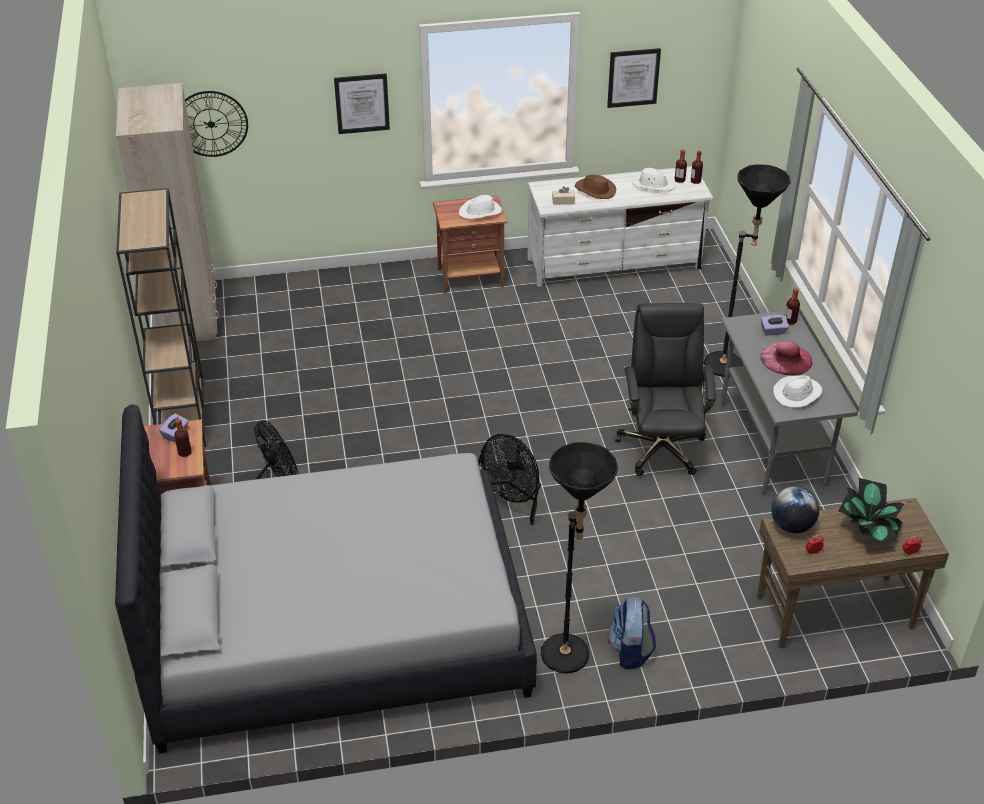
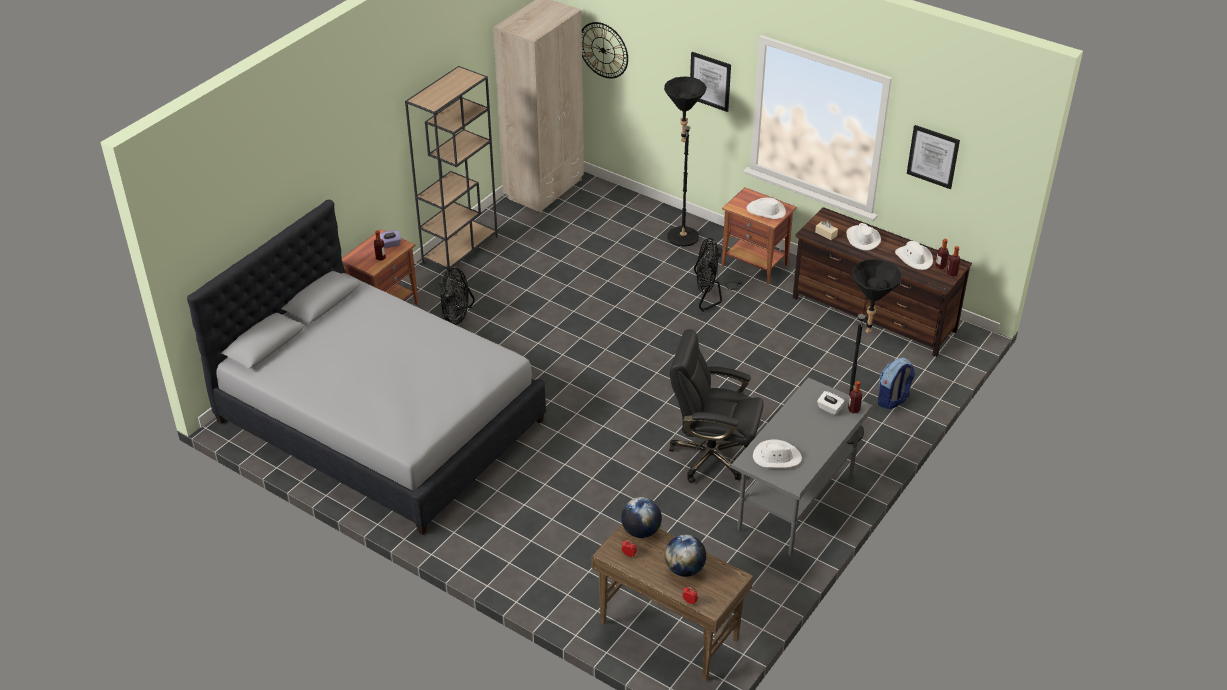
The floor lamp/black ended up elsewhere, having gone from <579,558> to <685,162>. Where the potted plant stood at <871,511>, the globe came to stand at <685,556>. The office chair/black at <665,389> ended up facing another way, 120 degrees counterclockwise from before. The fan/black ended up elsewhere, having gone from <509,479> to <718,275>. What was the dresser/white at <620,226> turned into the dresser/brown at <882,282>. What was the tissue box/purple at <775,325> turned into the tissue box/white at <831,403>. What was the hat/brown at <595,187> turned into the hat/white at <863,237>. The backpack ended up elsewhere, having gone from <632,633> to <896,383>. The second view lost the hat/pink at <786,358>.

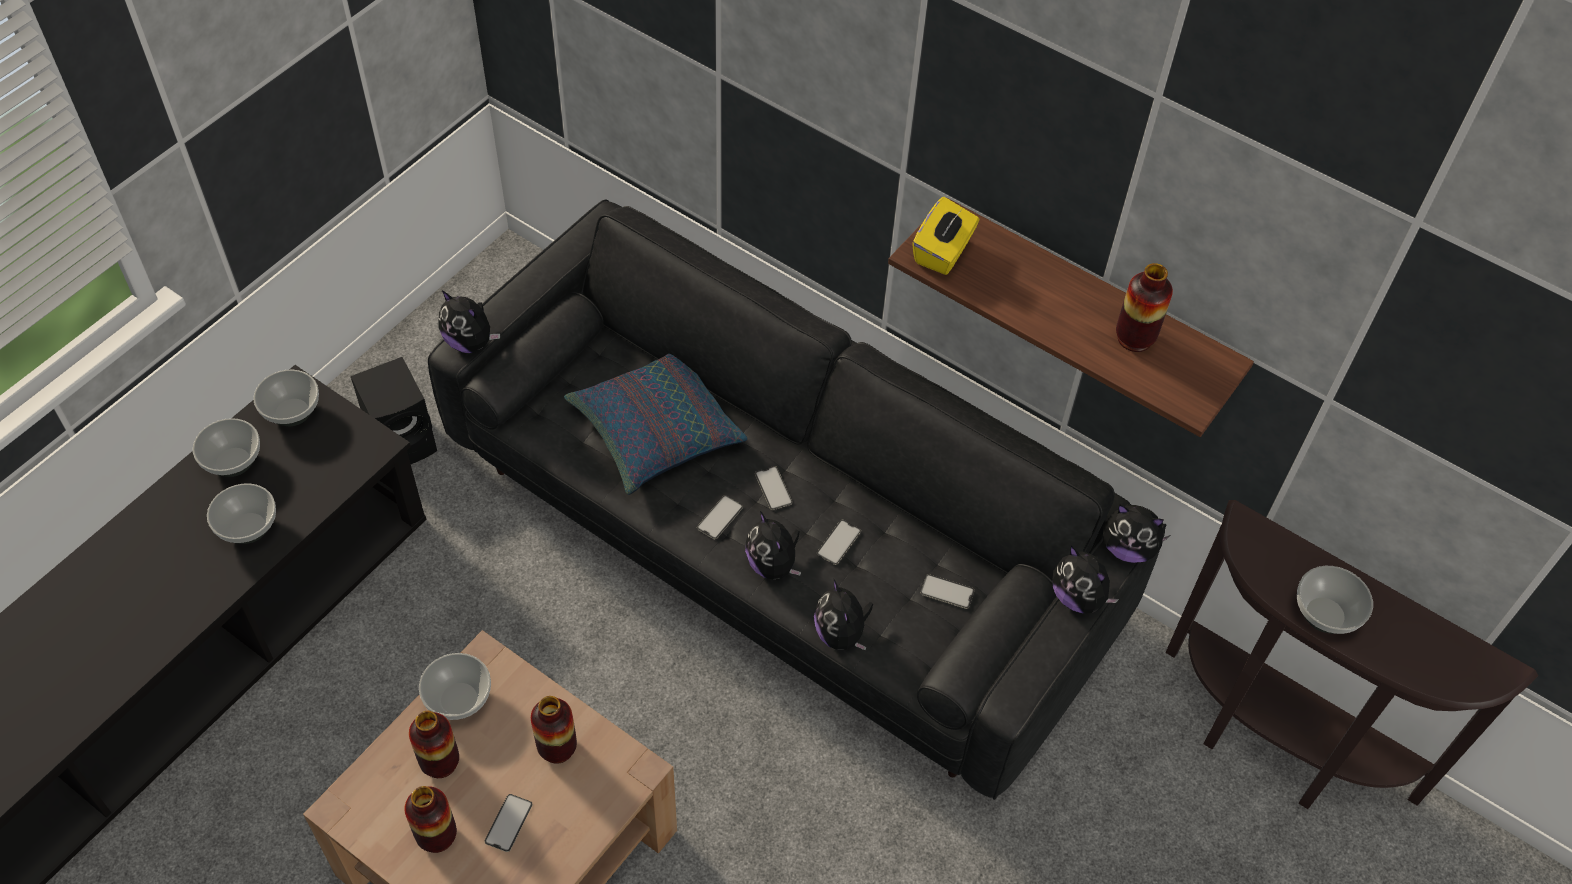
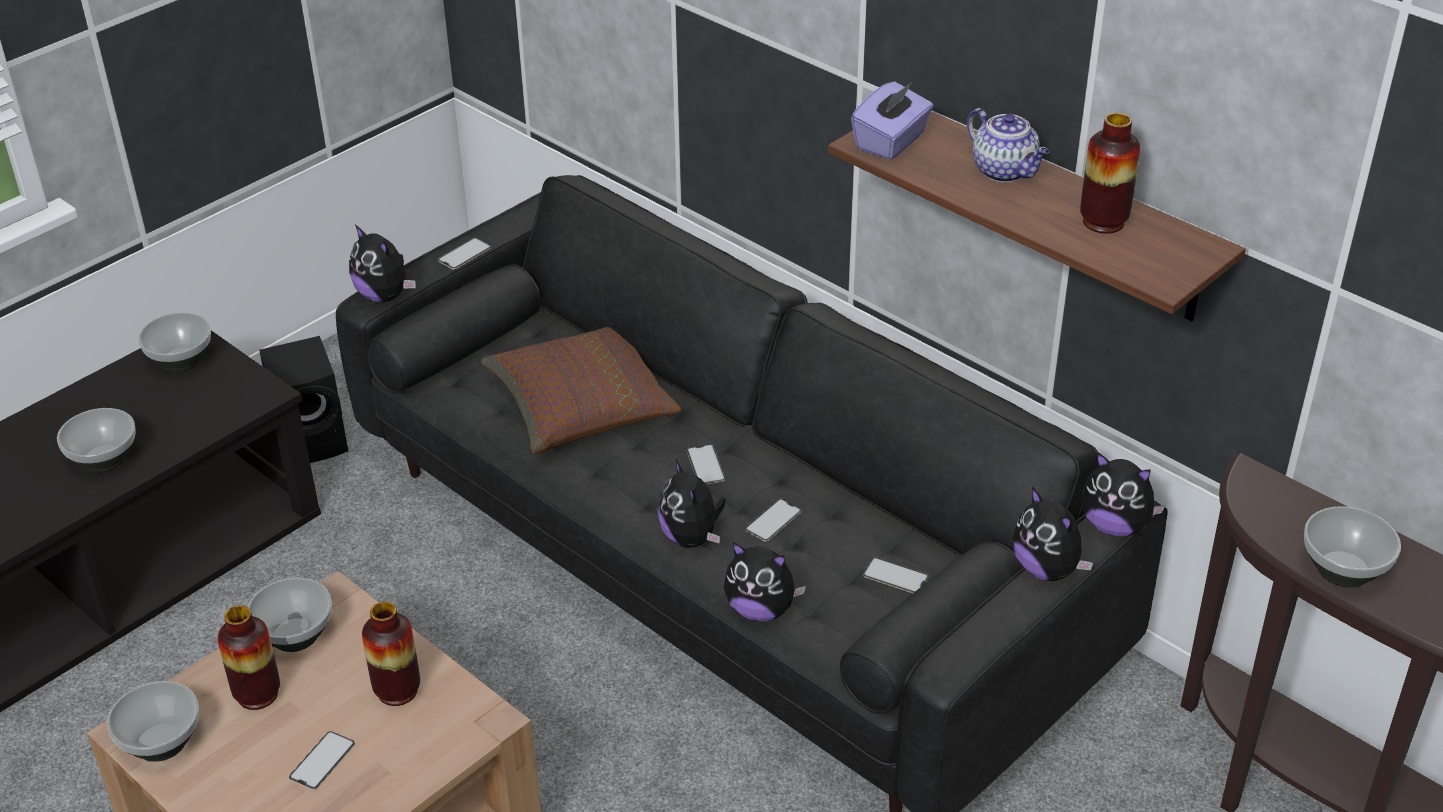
The bowl ended up elsewhere, having gone from <226,447> to <153,721>. The phone ended up elsewhere, having gone from <720,517> to <464,254>. What was the pillow/blue at <655,424> turned into the pillow/brown at <581,390>. The plush toy at <843,614> ended up facing another way, 60 degrees counterclockwise from before. What was the tissue box/yellow at <945,236> turned into the tissue box/purple at <892,120>. The second view gained the teapot at <1008,145>. The second view lost the vase at <431,819>.

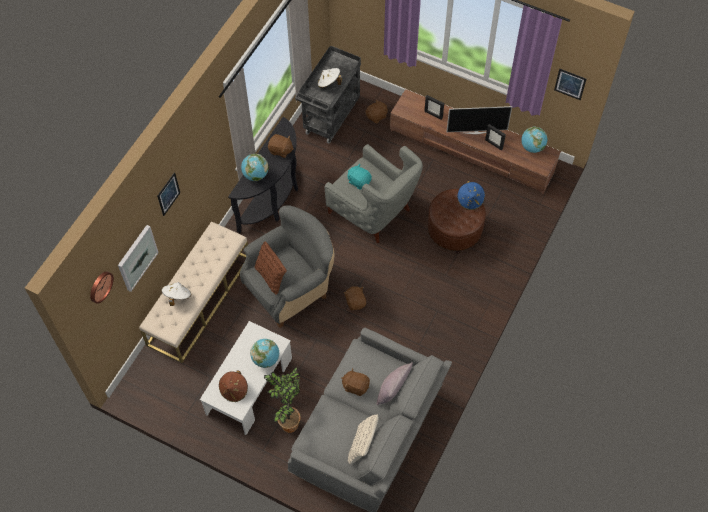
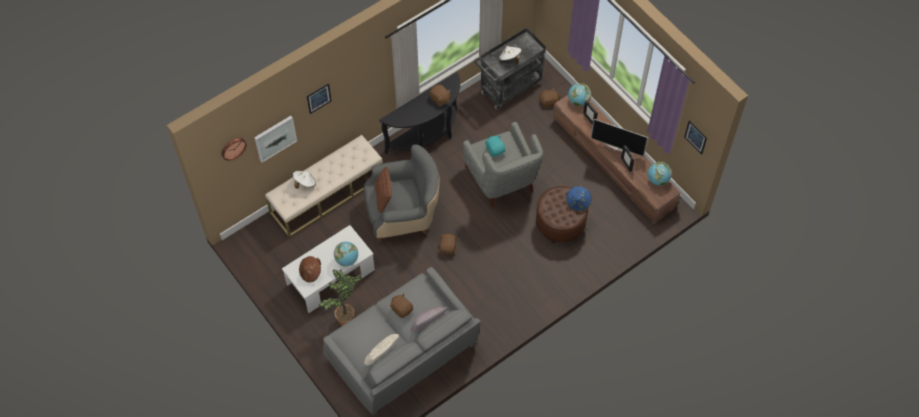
The globe ended up elsewhere, having gone from <255,167> to <579,94>.

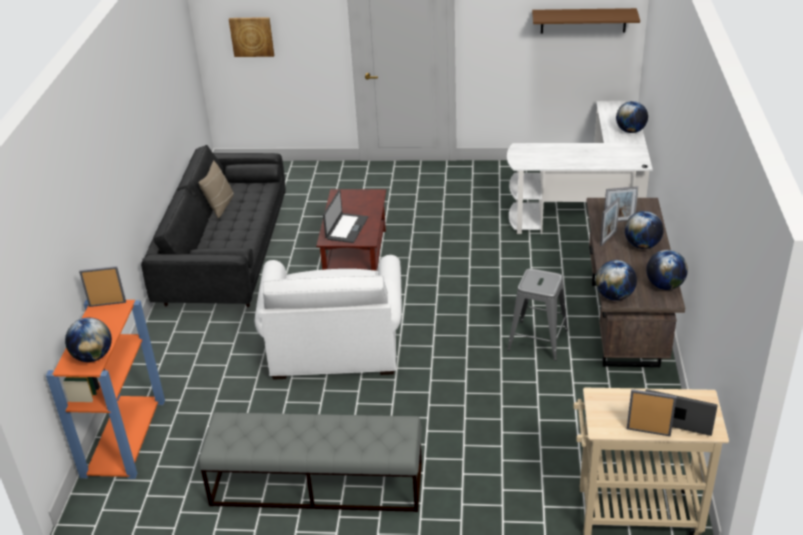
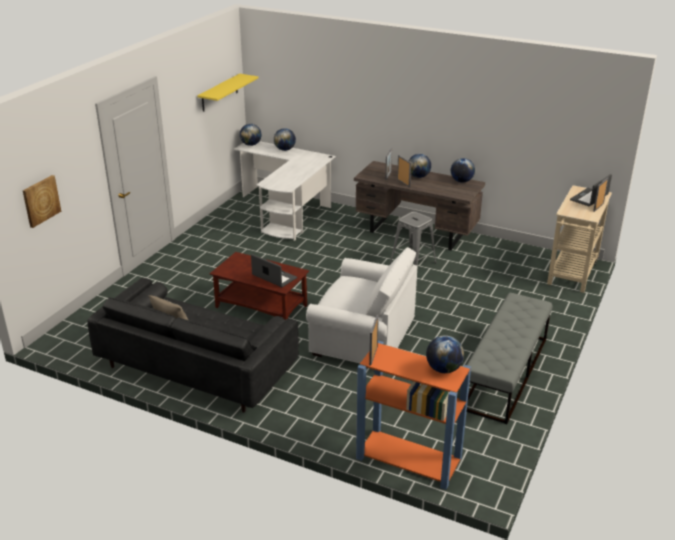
What was the shelf/brown at <586,20> turned into the shelf/yellow at <227,93>. The globe ended up elsewhere, having gone from <616,280> to <250,135>.

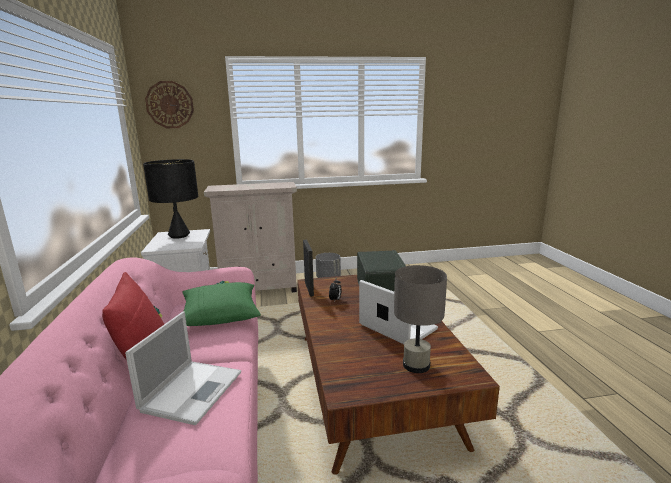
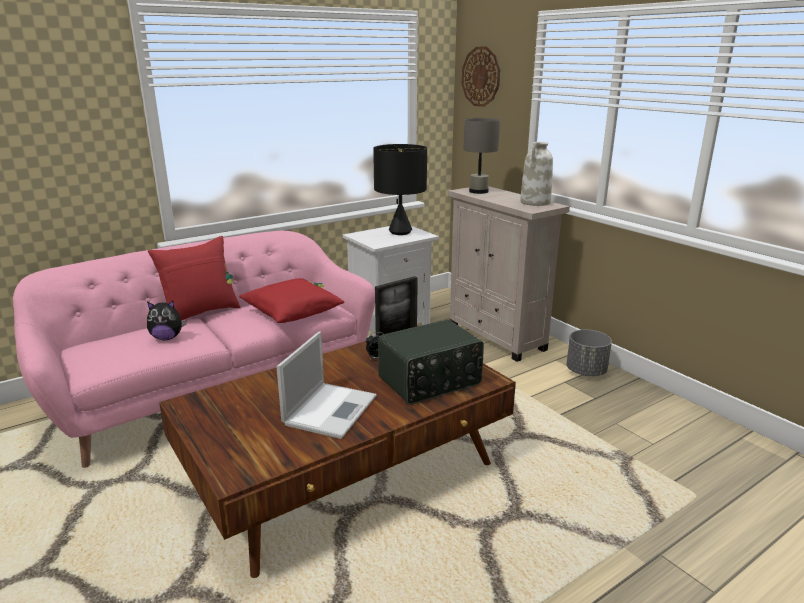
Where the laptop stood at <183,368>, the plush toy came to stand at <166,320>. What was the pillow/green at <222,303> turned into the pillow/red at <291,300>. The table lamp/grey ended up elsewhere, having gone from <420,319> to <482,156>. The second view gained the vase/white at <536,174>.

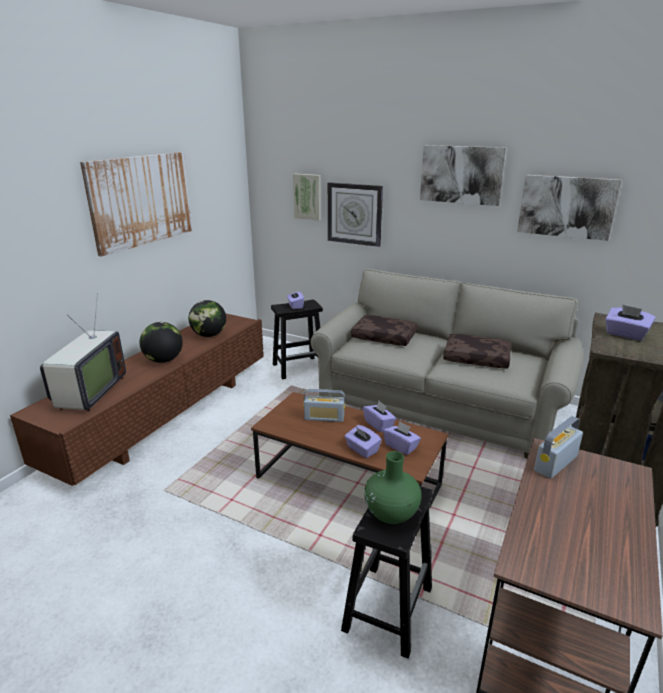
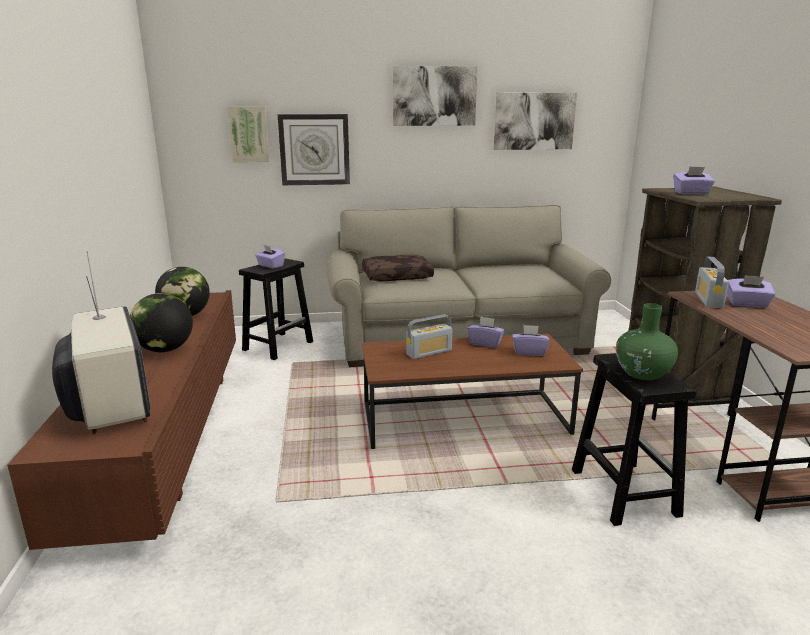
The tissue box/purple ended up elsewhere, having gone from <363,441> to <751,291>. The second view lost the picture at <136,204>. The second view lost the pillow/brown at <477,351>.

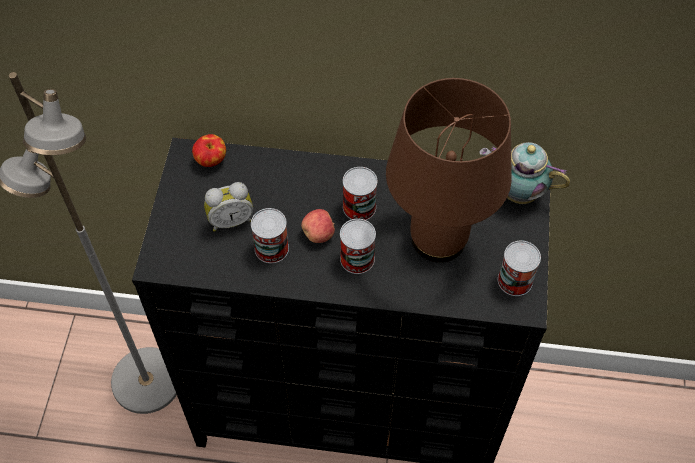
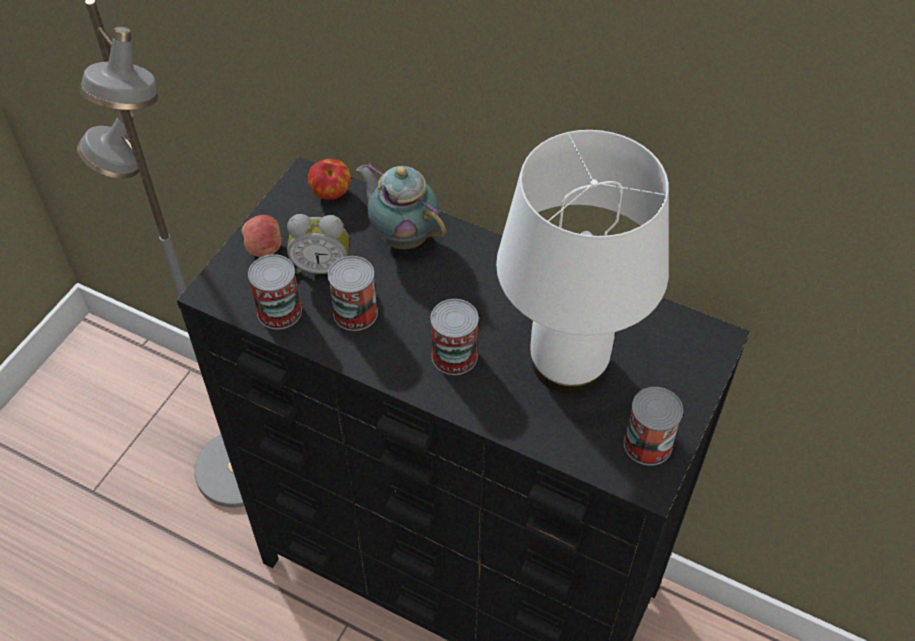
The apple ended up elsewhere, having gone from <318,226> to <262,236>. The can ended up elsewhere, having gone from <360,193> to <275,291>. The teapot ended up elsewhere, having gone from <524,173> to <401,206>. What was the table lamp/brown at <449,170> turned into the table lamp/white at <582,261>.

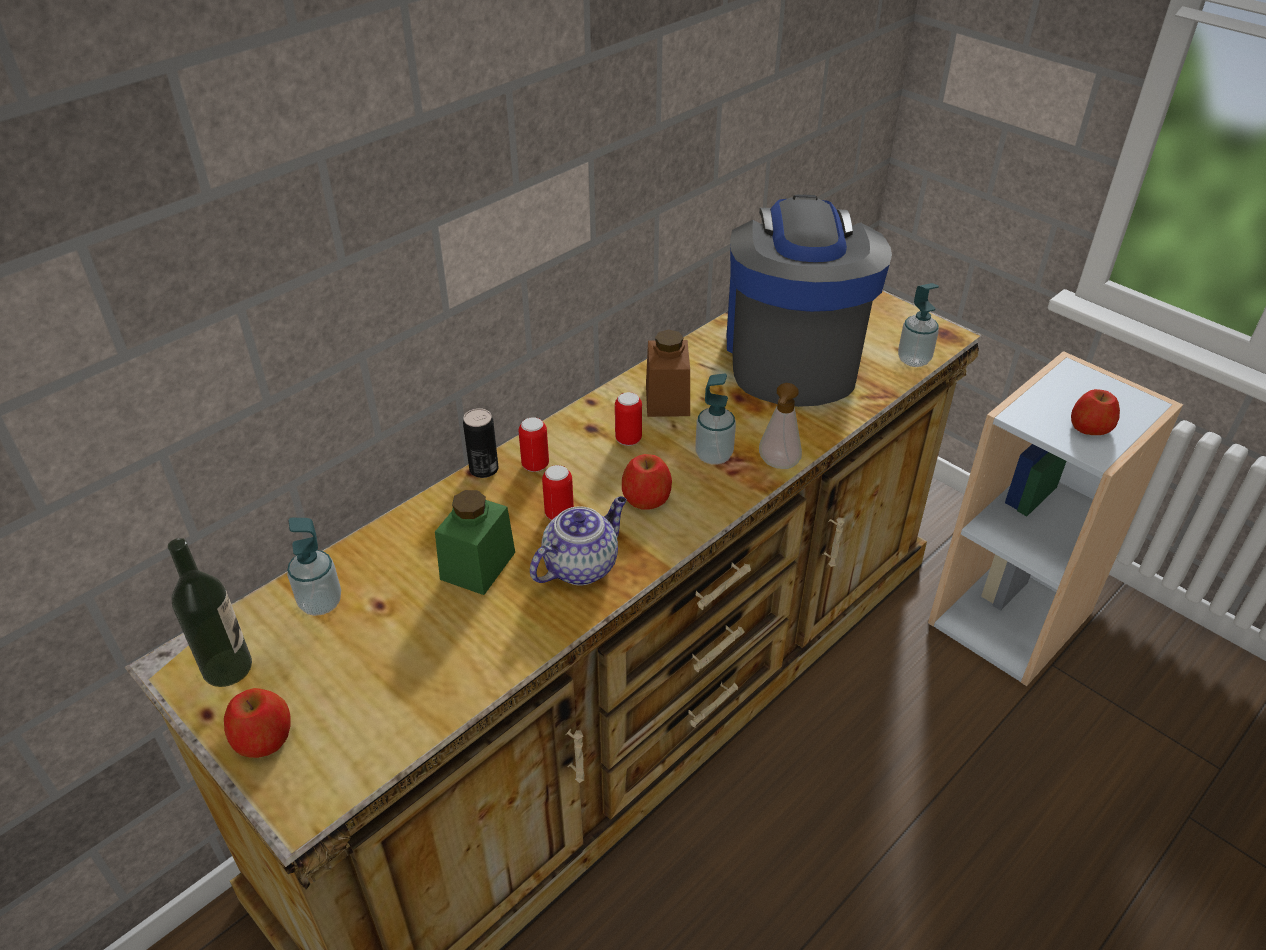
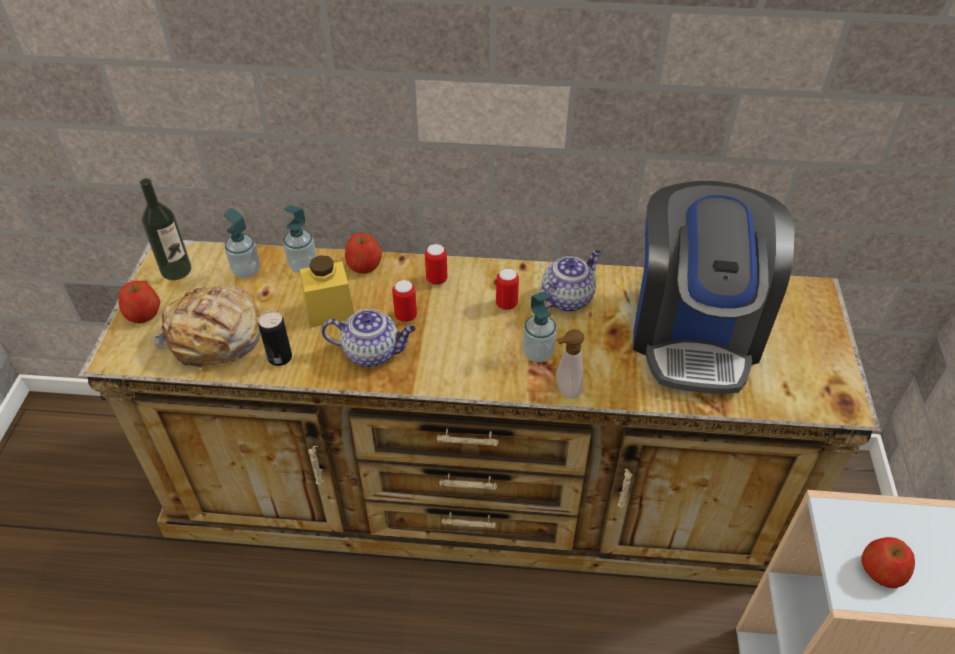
The second view gained the bread at <206,328>. The can ended up elsewhere, having gone from <481,443> to <275,338>. The soap dispenser ended up elsewhere, having gone from <918,325> to <300,239>. What was the jar/green at <475,542> turned into the jar/yellow at <327,291>. The apple ended up elsewhere, having gone from <647,481> to <363,253>. Where the jar/brown stood at <668,373>, the teapot came to stand at <570,281>. The coffee machine at <809,300> ended up facing another way, 135 degrees clockwise from before.

